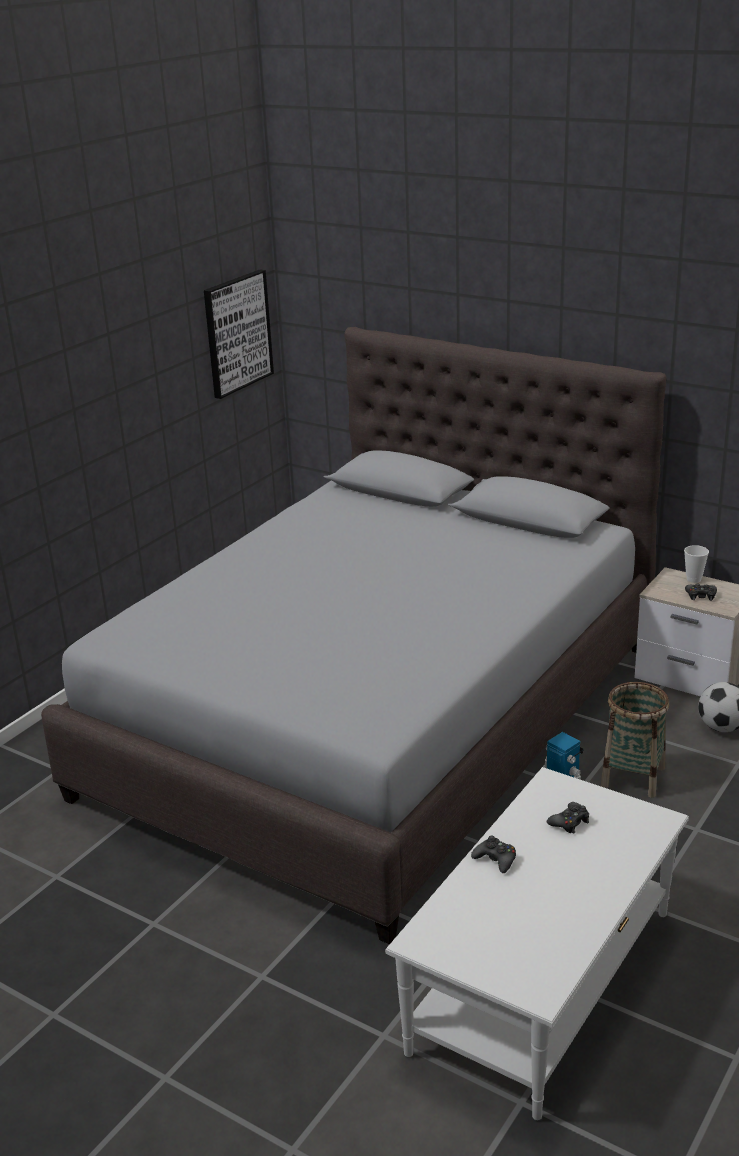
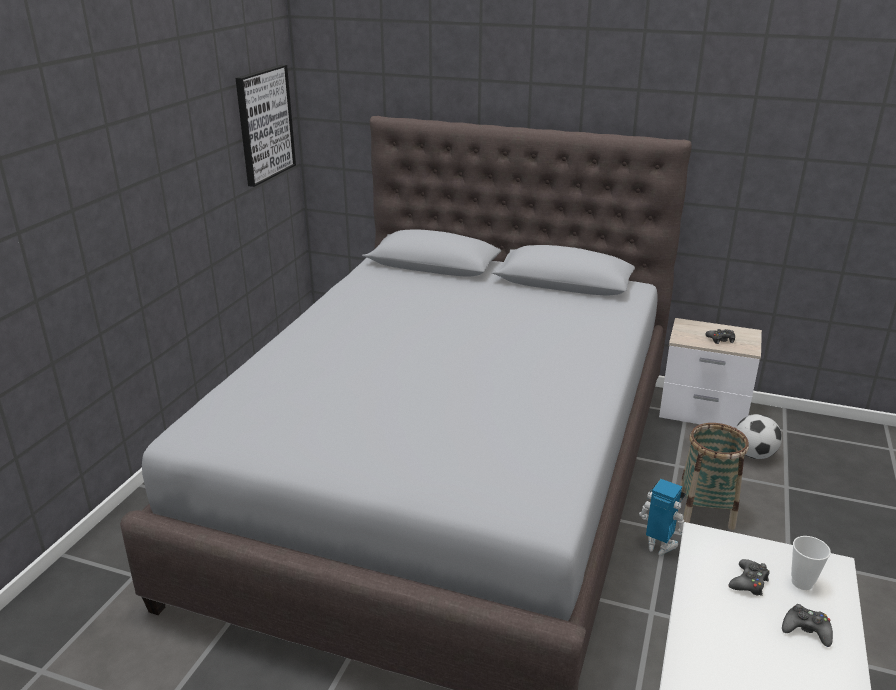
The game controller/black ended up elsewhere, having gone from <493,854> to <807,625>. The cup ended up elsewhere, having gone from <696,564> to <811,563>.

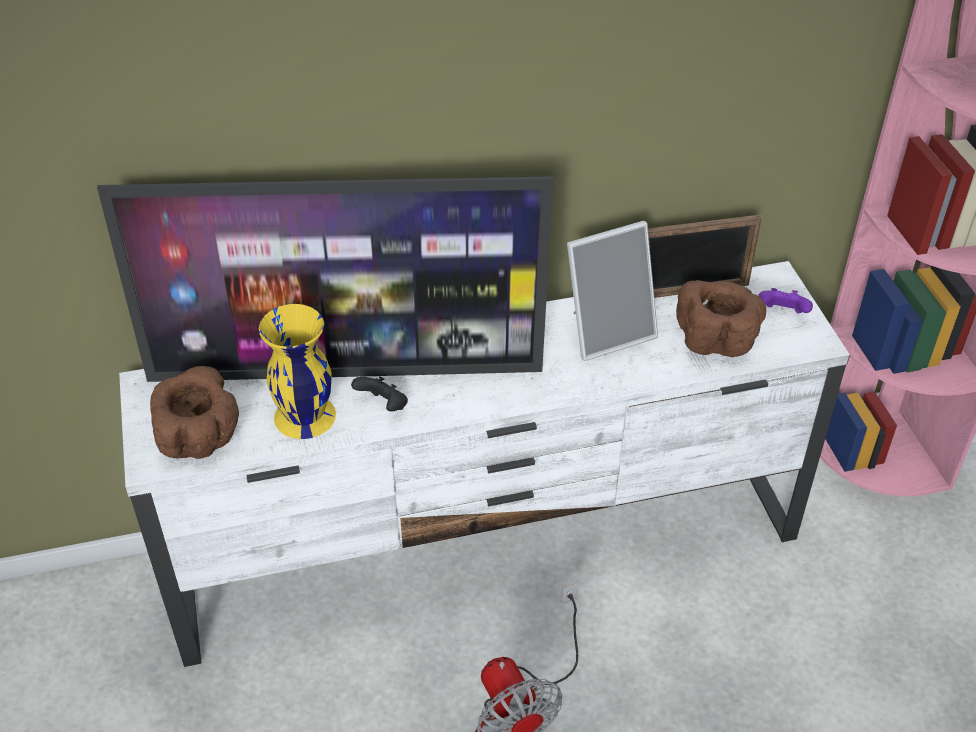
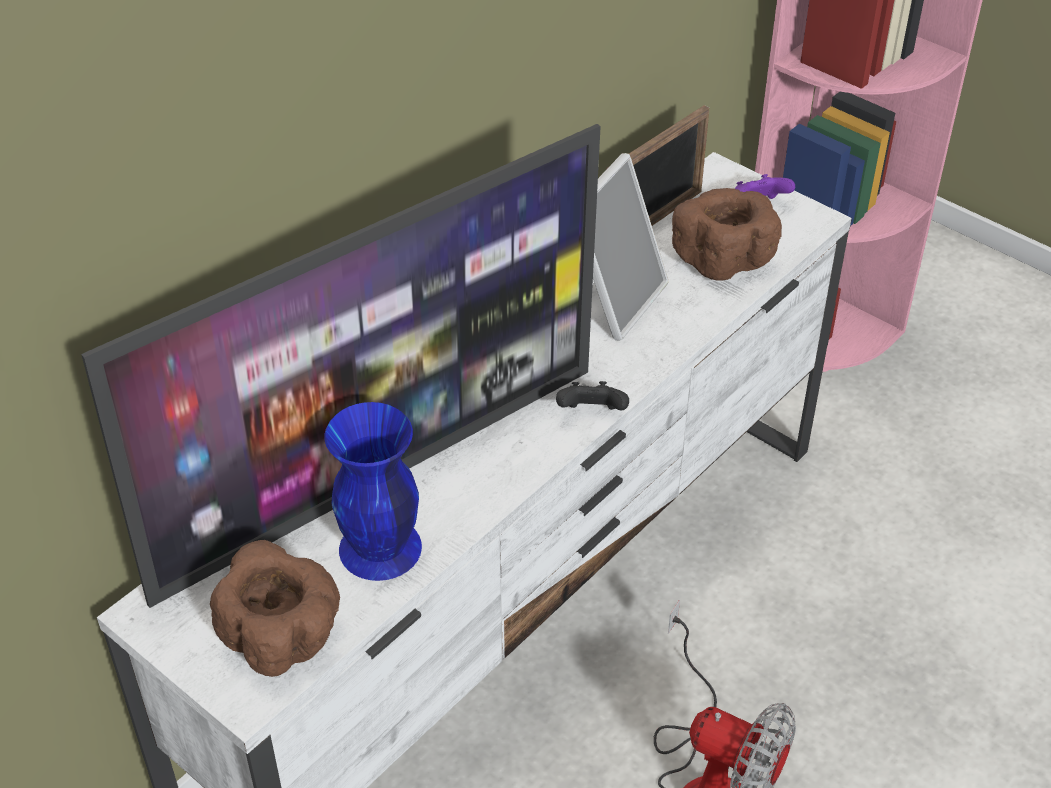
What was the vase/yellow at <297,371> turned into the vase/blue at <373,491>. The game controller/black ended up elsewhere, having gone from <379,394> to <592,395>.

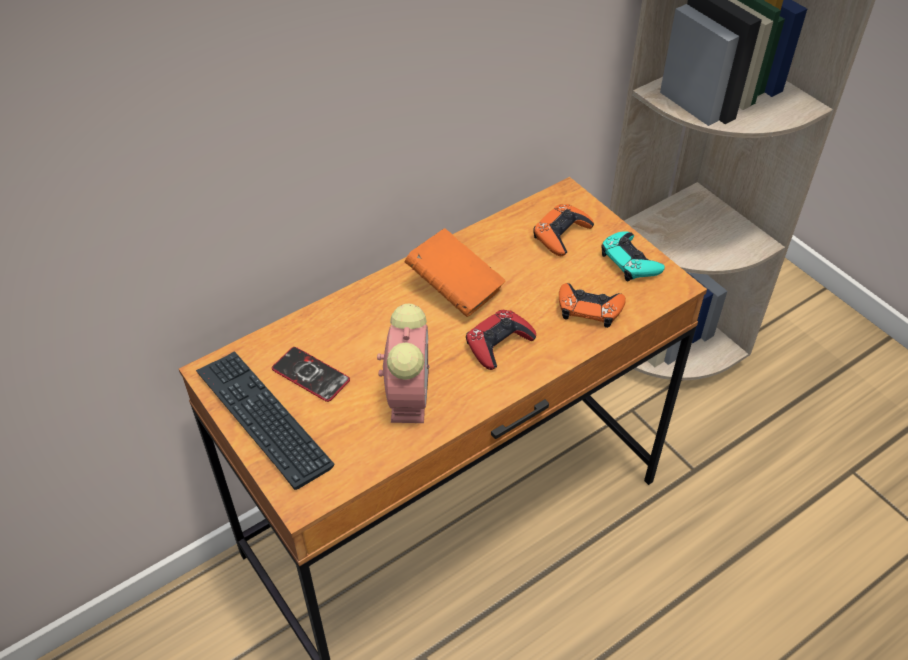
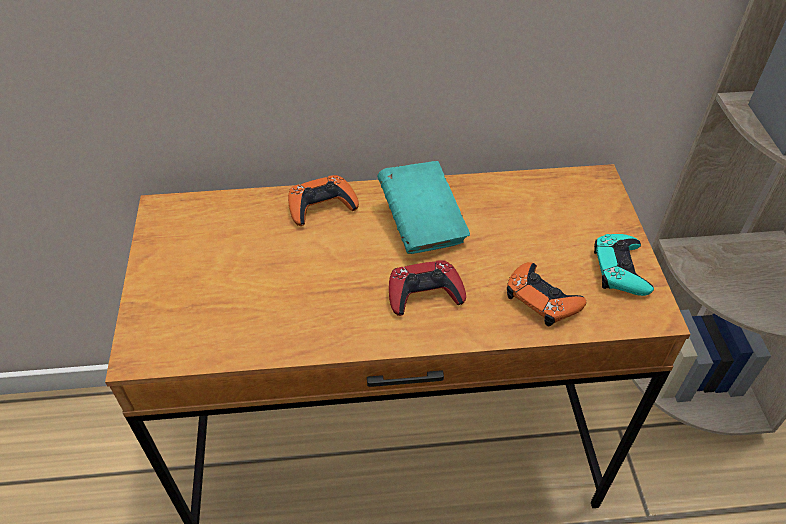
The game controller/orange ended up elsewhere, having gone from <563,230> to <323,200>. What was the book/orange at <455,272> turned into the book/turquoise at <423,207>. The second view lost the keyboard at <265,420>. The second view lost the phone at <311,374>. The second view lost the alarm clock at <403,363>.

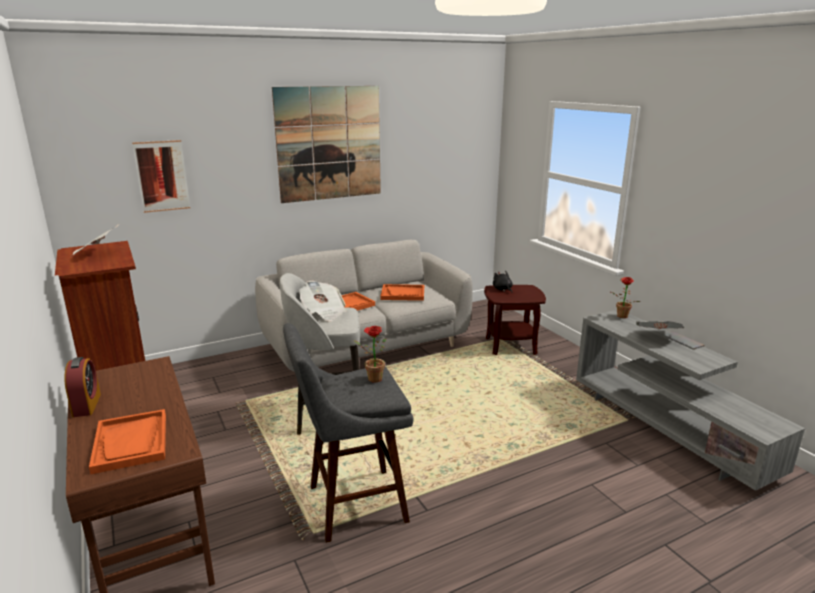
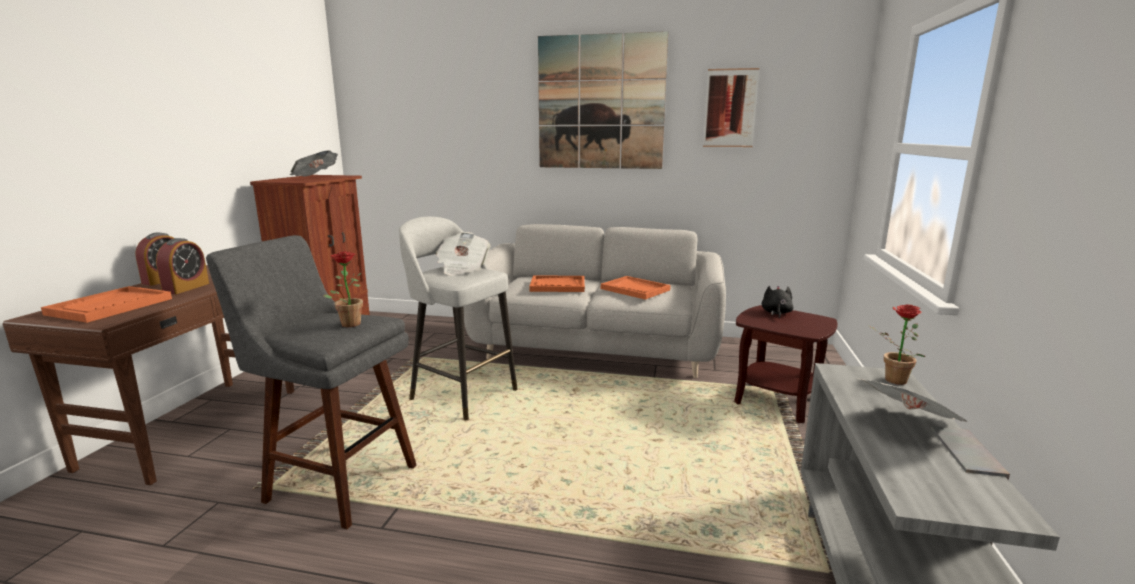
The second view gained the alarm clock at <182,266>. The picture ended up elsewhere, having gone from <161,176> to <731,107>.

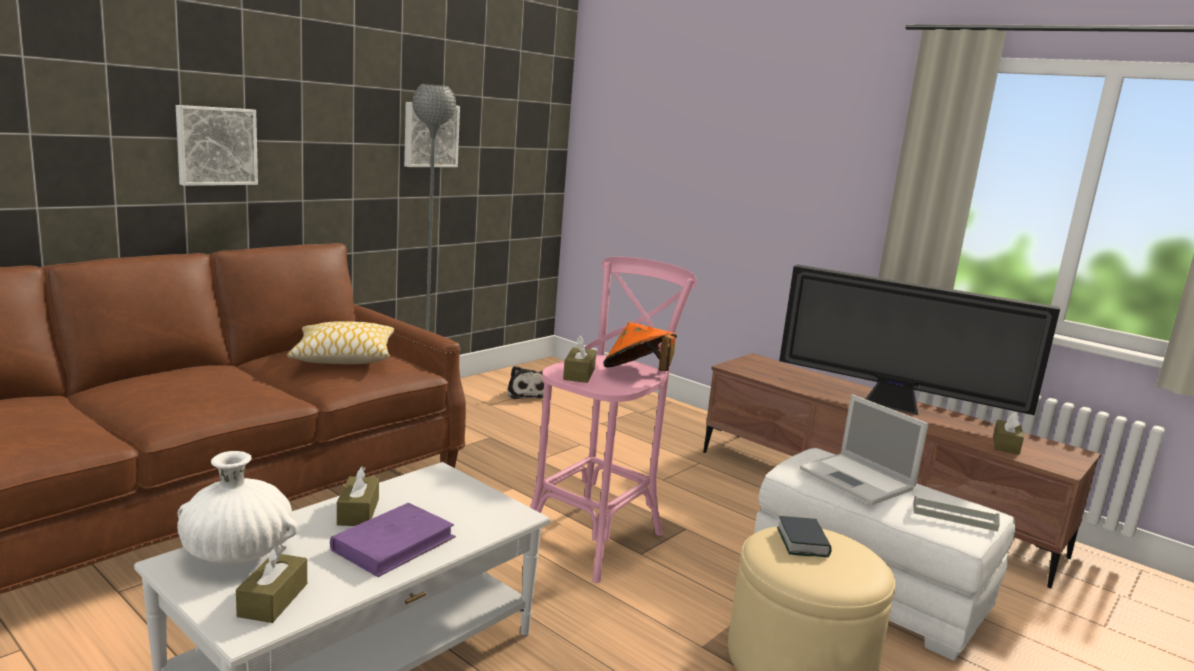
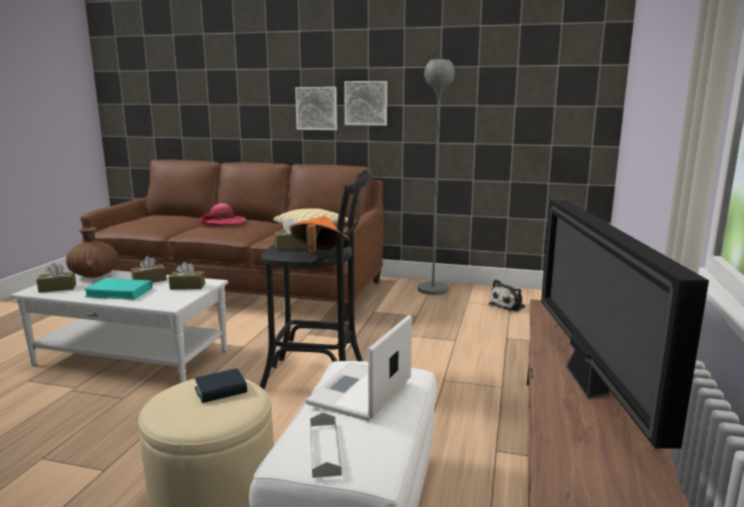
What was the vase/white at <237,507> turned into the vase/brown at <92,252>. What was the book/purple at <393,540> turned into the book/turquoise at <118,289>. The tissue box/brown ended up elsewhere, having gone from <1008,433> to <187,276>. The second view gained the hat at <221,214>. What was the stool/pink at <613,420> turned into the stool/black at <315,279>. The picture ended up elsewhere, having gone from <432,134> to <365,103>.

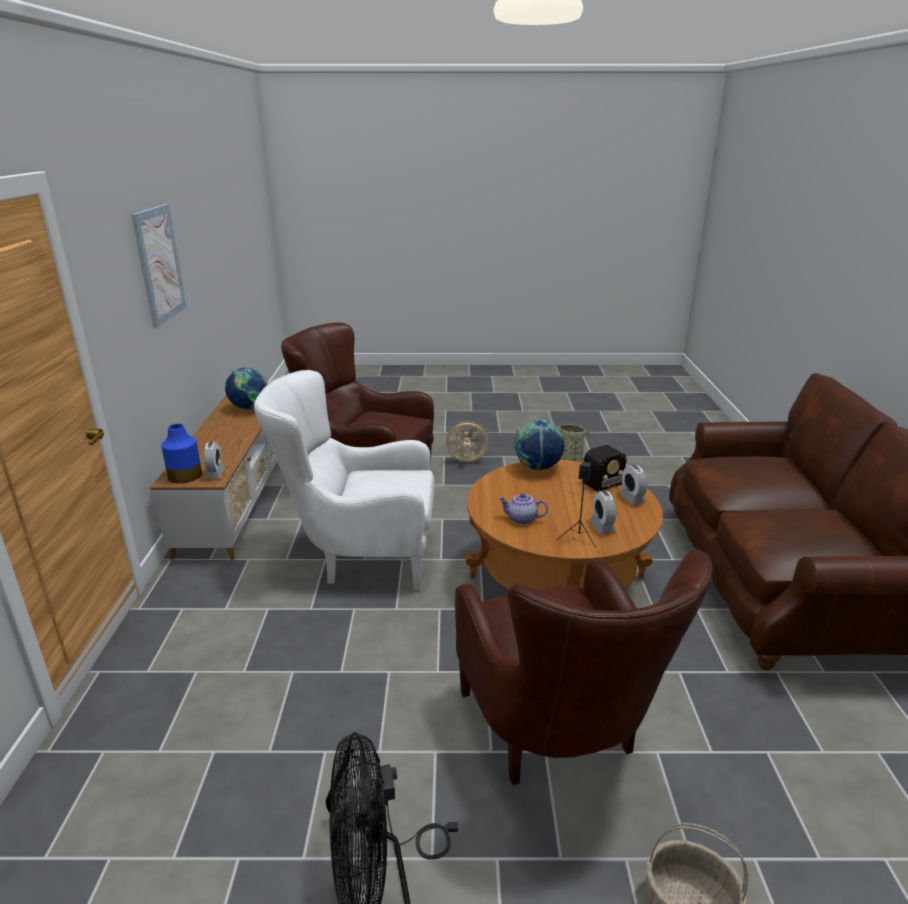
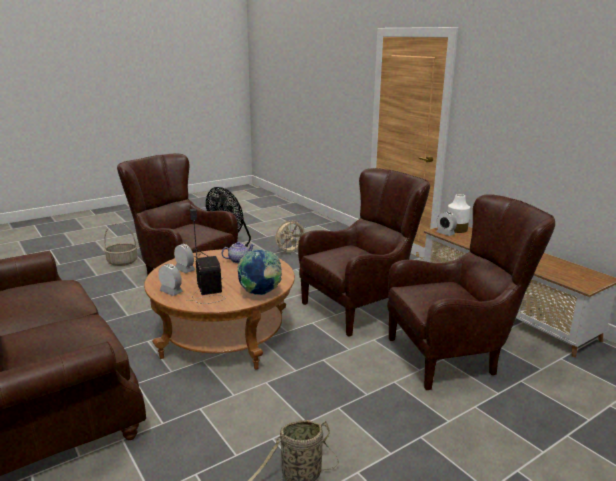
The radio at <595,471> ended up facing another way, 135 degrees clockwise from before. The fan/beige ended up elsewhere, having gone from <467,439> to <291,237>. What was the armchair/white at <344,480> turned into the armchair/brown at <364,252>. What was the vase/blue at <181,453> turned into the vase/white at <459,213>. The second view lost the picture at <159,266>. The second view lost the globe at <246,388>.

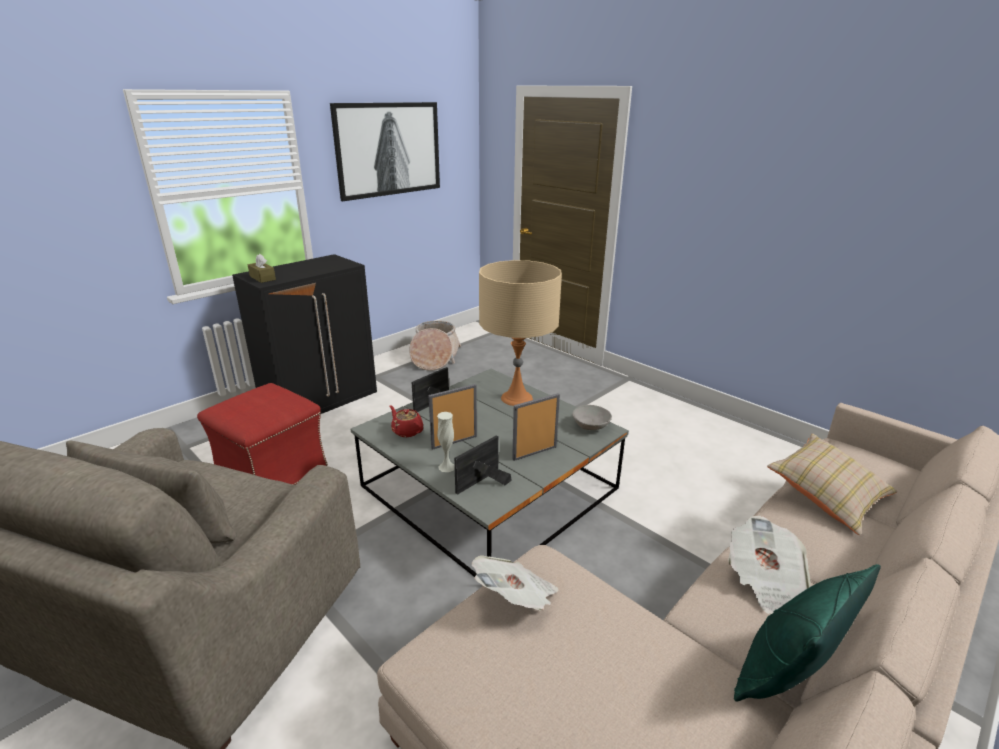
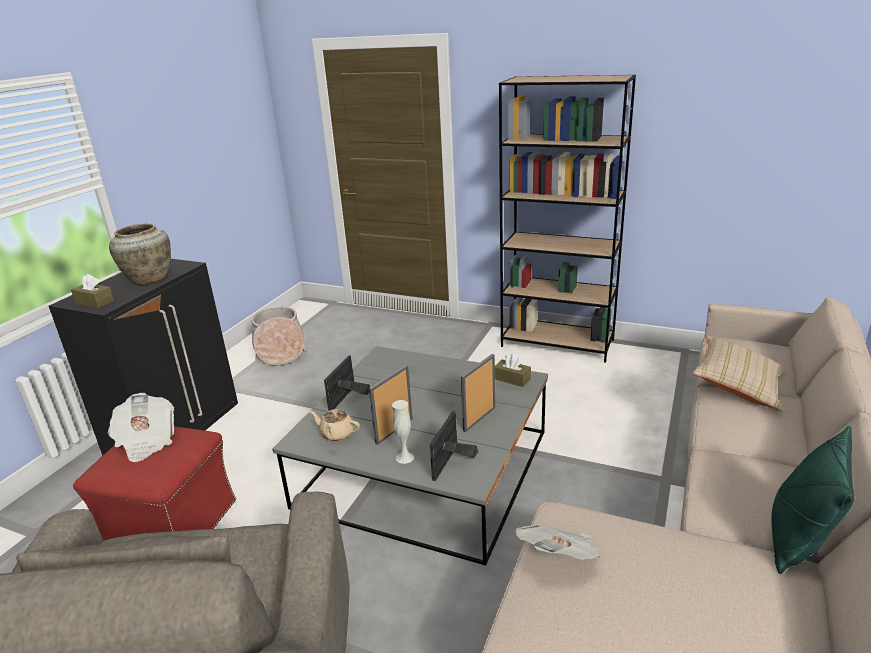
The newspaper ended up elsewhere, having gone from <769,565> to <141,427>. The second view gained the vase/beige at <140,254>. What was the teapot/red at <406,421> turned into the teapot/beige at <334,425>. Where the bowl/grey stood at <592,417>, the tissue box/brown came to stand at <513,370>. The second view gained the bookcase/beige at <567,219>. The second view lost the picture at <385,151>. The second view lost the table lamp/beige at <520,333>.

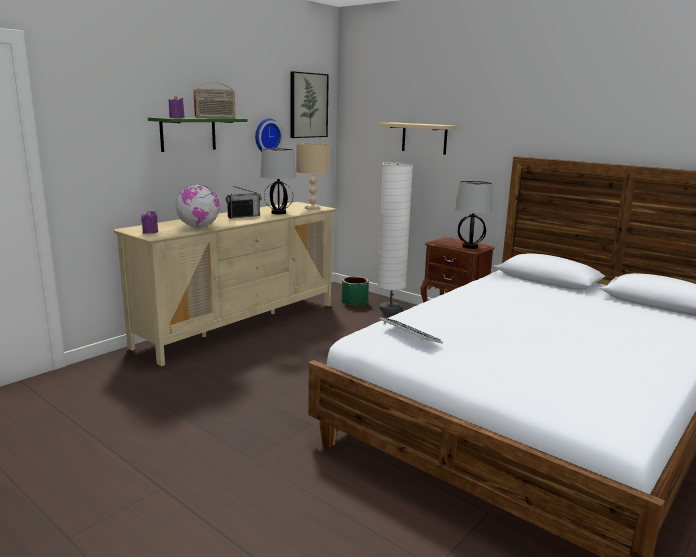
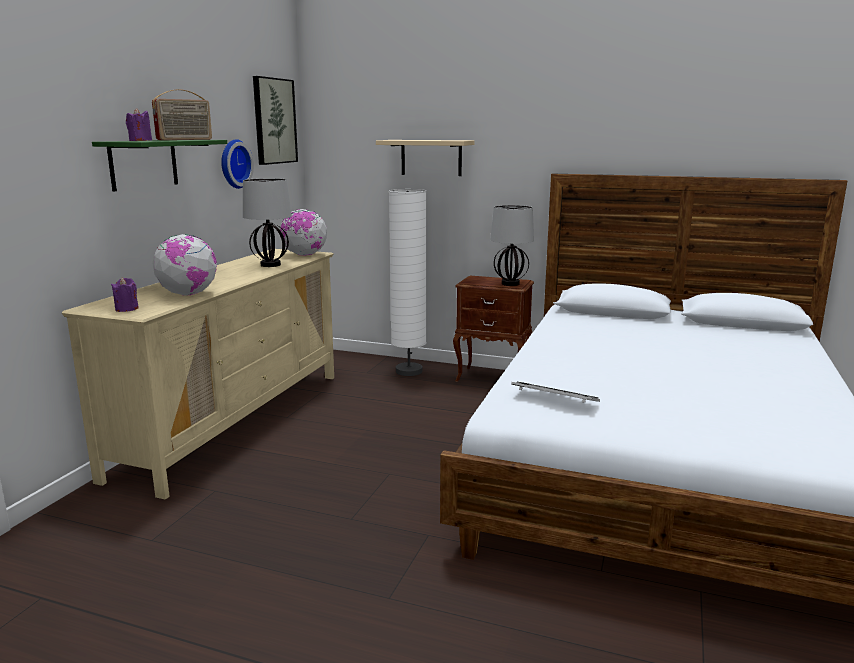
Where the table lamp/beige stood at <312,176>, the globe came to stand at <303,232>. The second view lost the radio at <244,201>. The second view lost the planter/green at <355,291>.

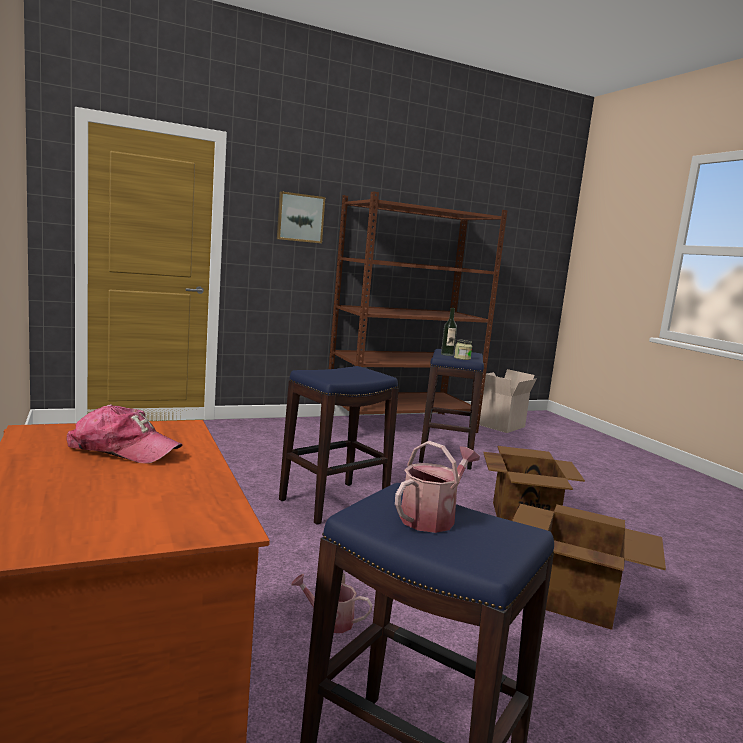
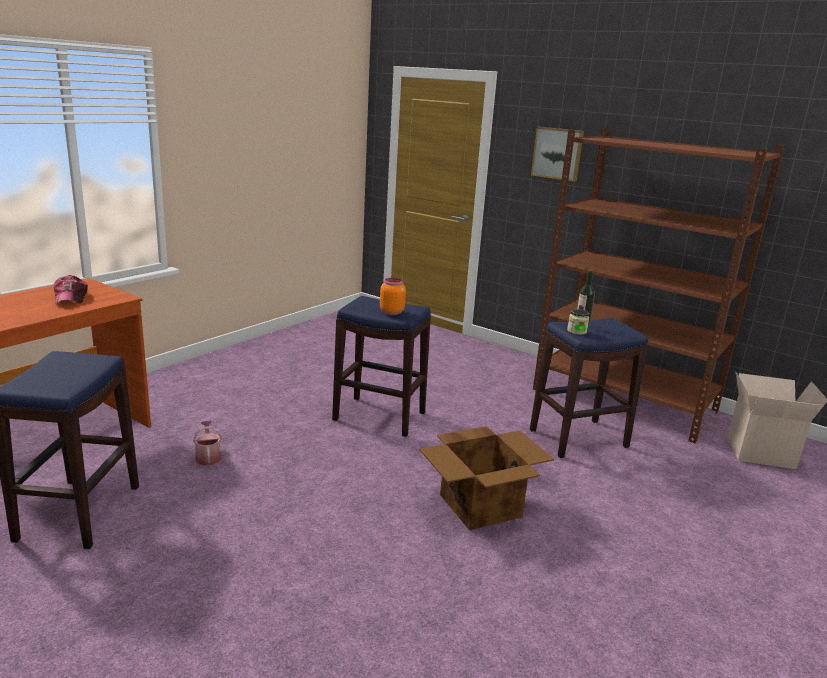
The second view gained the jar/orange at <393,296>. The second view lost the watering can at <437,487>. The second view lost the cardboard box at <589,567>.

